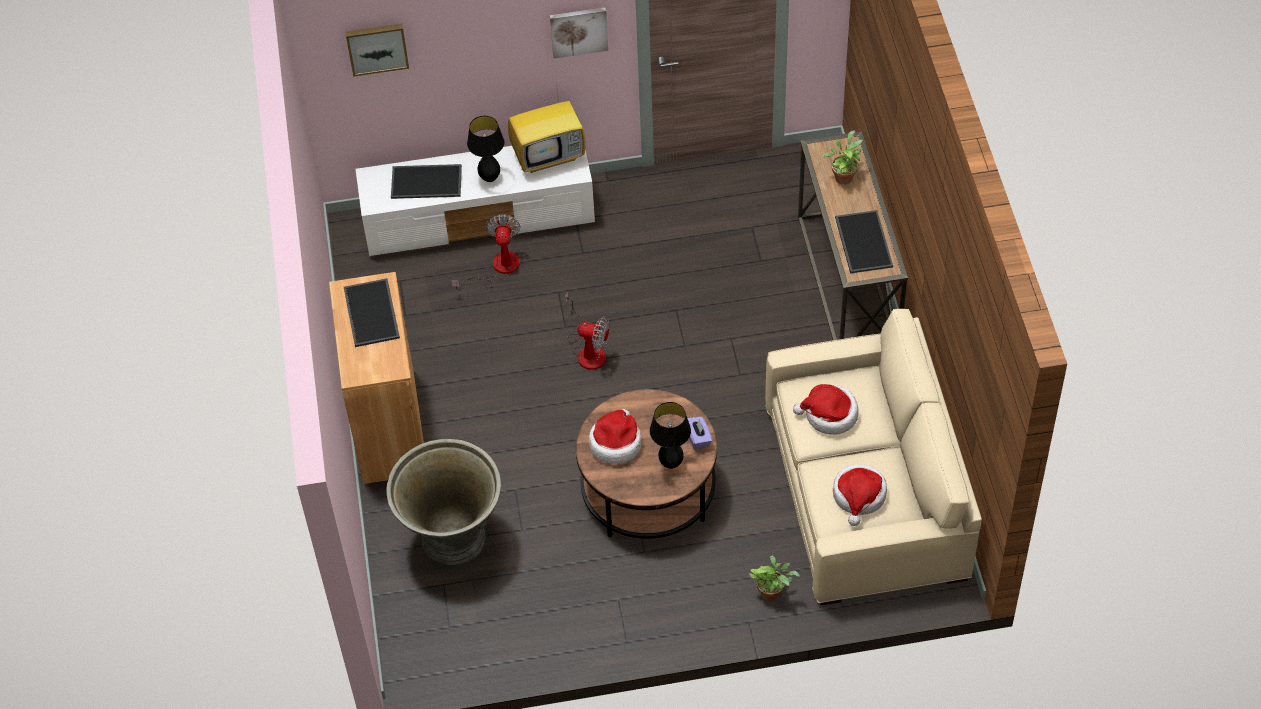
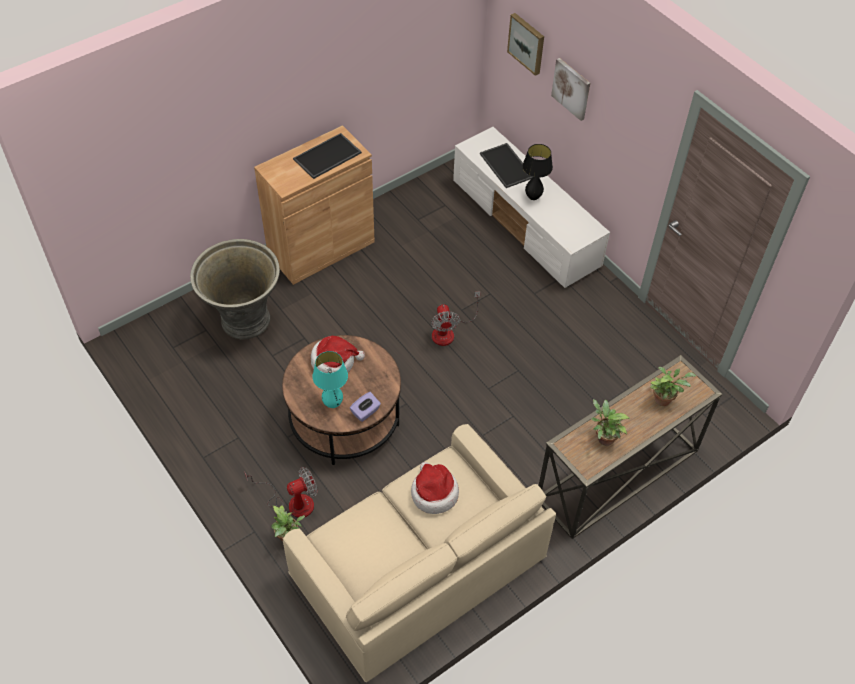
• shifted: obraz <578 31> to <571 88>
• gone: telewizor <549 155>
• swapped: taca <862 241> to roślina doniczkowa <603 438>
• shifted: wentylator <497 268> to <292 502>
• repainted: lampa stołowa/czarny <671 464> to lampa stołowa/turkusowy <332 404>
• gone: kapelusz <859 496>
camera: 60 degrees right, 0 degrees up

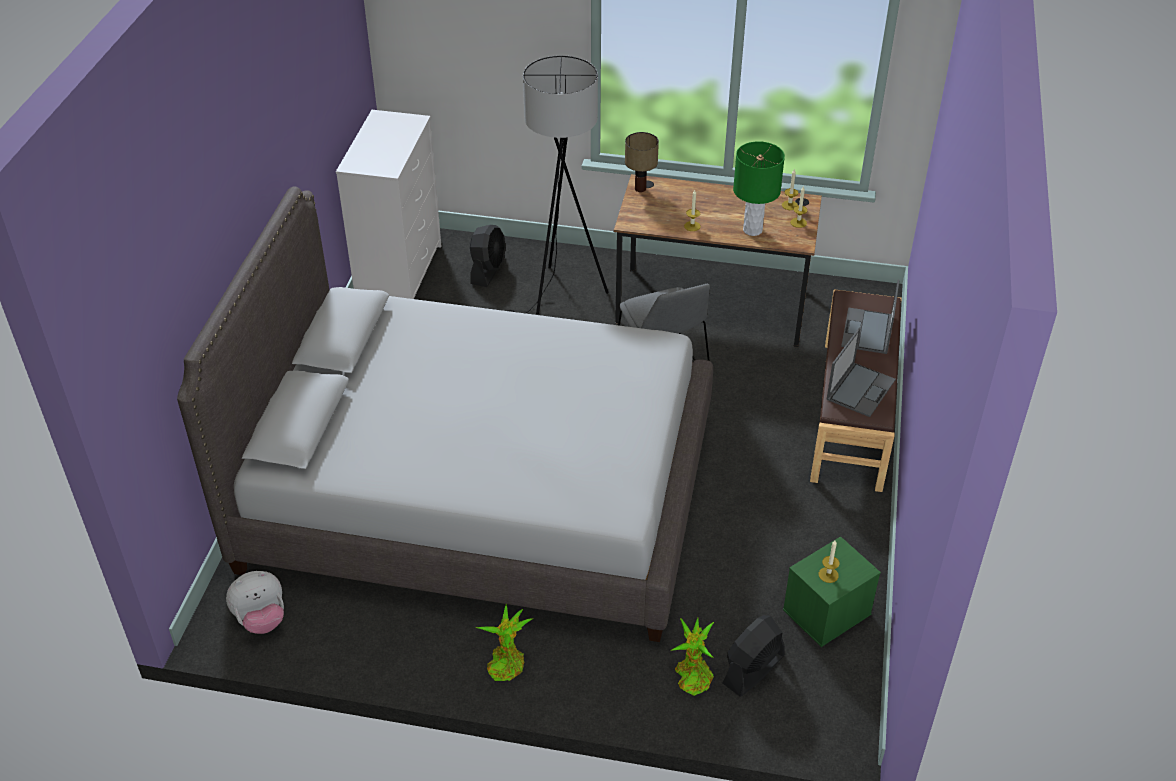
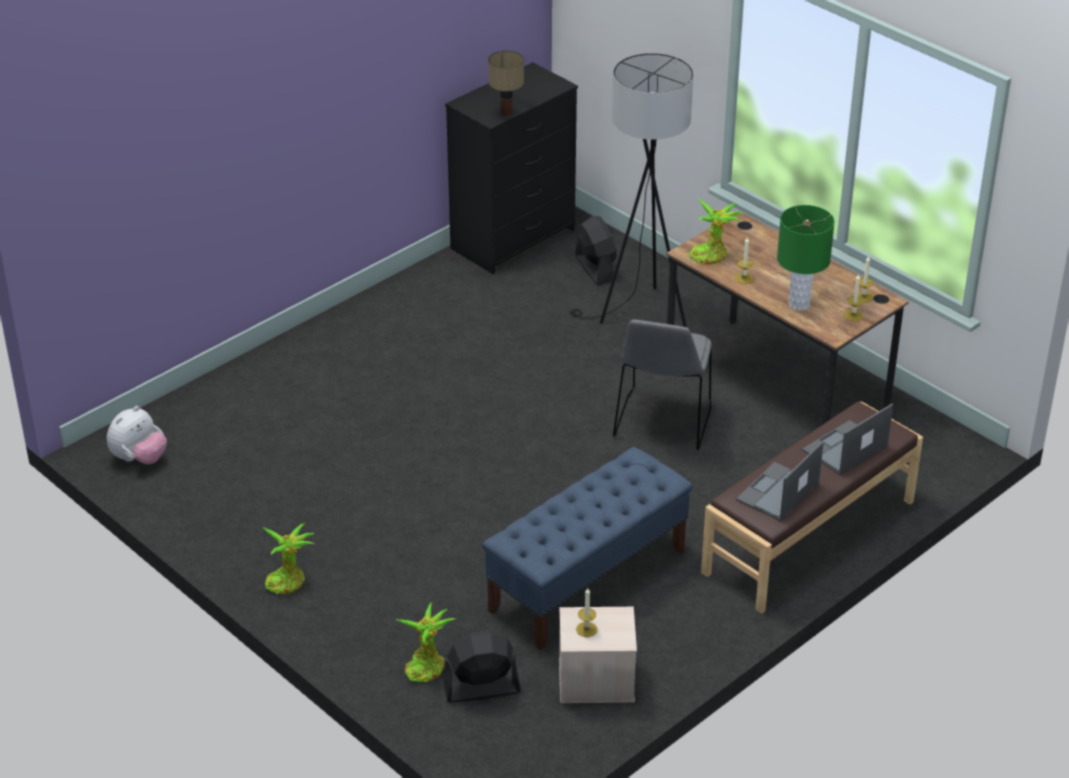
• repainted: komoda/biały <399 273> to komoda/czarny <513 238>
• shifted: lampa stołowa <639 188> to <506 112>
• gone: łóżko/szary <478 493>
• rotated: wentylator/czarny <488 270> = <595 268> 75 degrees counterclockwise
• rotated: laptop <860 389> = <777 493> 150 degrees clockwise
• repainted: pojemnik do przechowywania/zielony <826 613> to pojemnik do przechowywania/beżowy <595 681>
• rotated: pluszak <261 619> = <139 459> 60 degrees counterclockwise
• new: roślina doniczkowa <711 255>
• new: ławka/niebieski <588 580>
camera: 35 degrees right, 5 degrees down

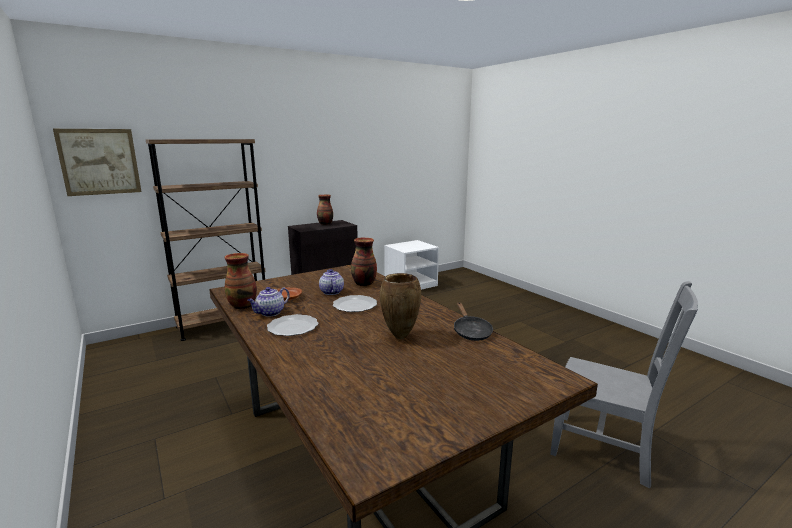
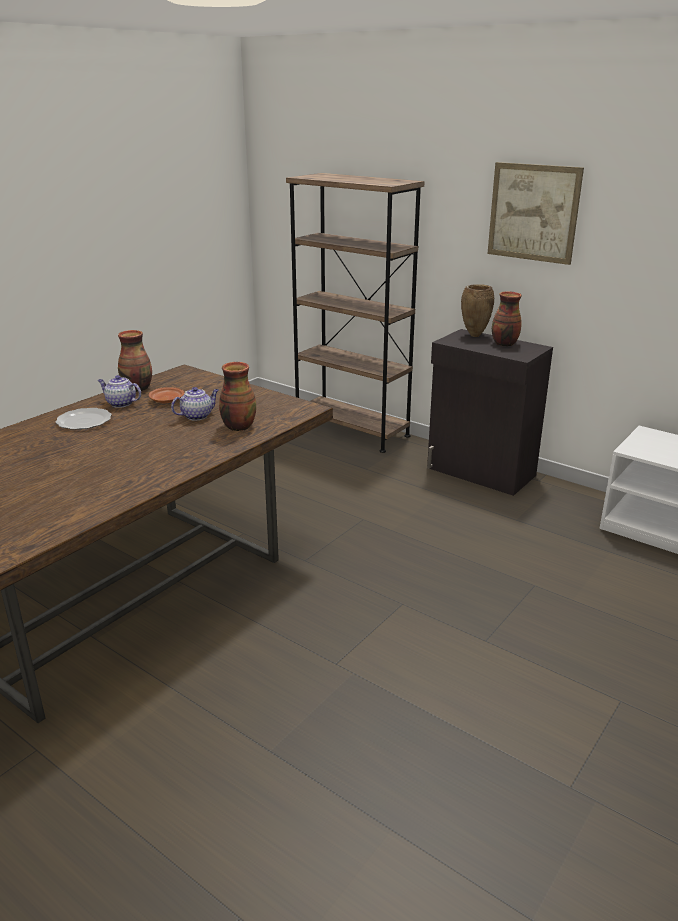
• shifted: obraz <99 162> to <533 212>
• shifted: wazon/brązowy <399 337> to <474 335>
• gone: krzesło/szary <606 449>
• gone: talerz <354 306>
• gone: patelnia/czarny <471 332>
camera: 70 degrees right, 10 degrees up

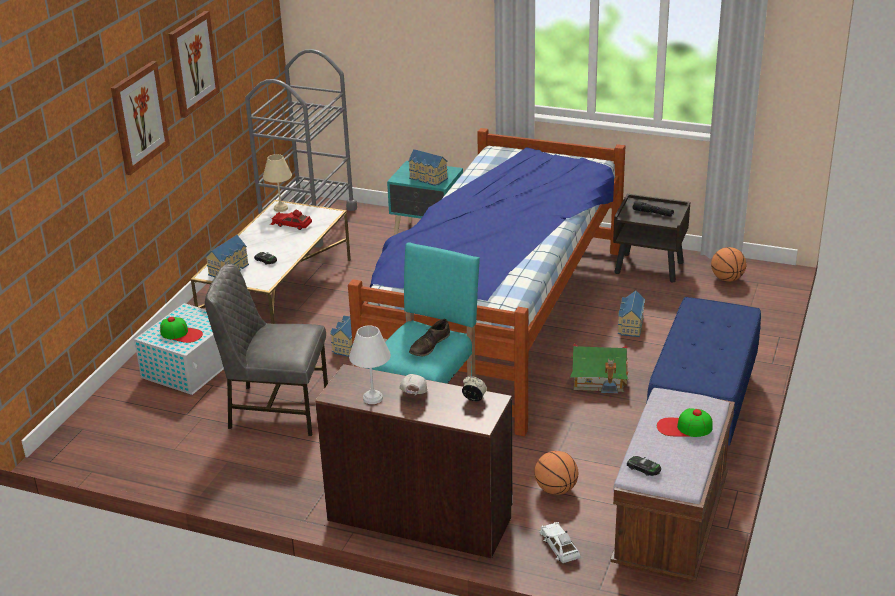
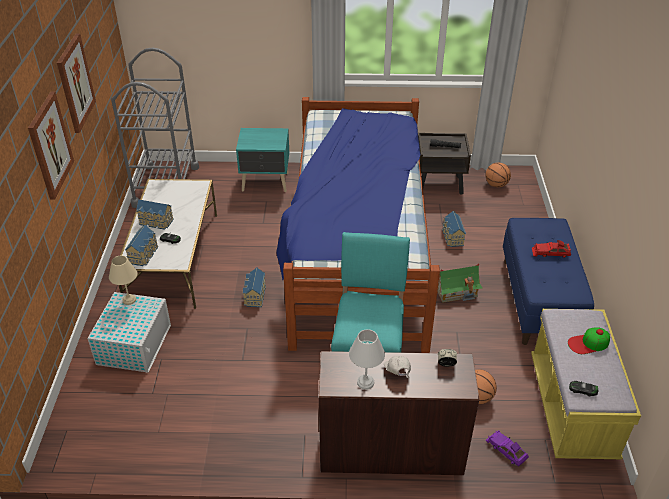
• shifted: domek <427 178> to <156 222>
• shifted: lampa stołowa/beżowy <281 208> to <130 300>
• shifted: samochodzik/czerwony <291 224> to <550 252>
• gone: krzesło/szary <276 409>
• gone: czapka z daszkiem <181 333>
• gone: but/brązowy <429 345>
• repainted: ławka/brązowy <671 524> to ławka/żółty <571 408>
• repainted: samochodzik/biały <559 546> to samochodzik/fioletowy <506 450>
camera: 20 degrees left, 10 degrees up

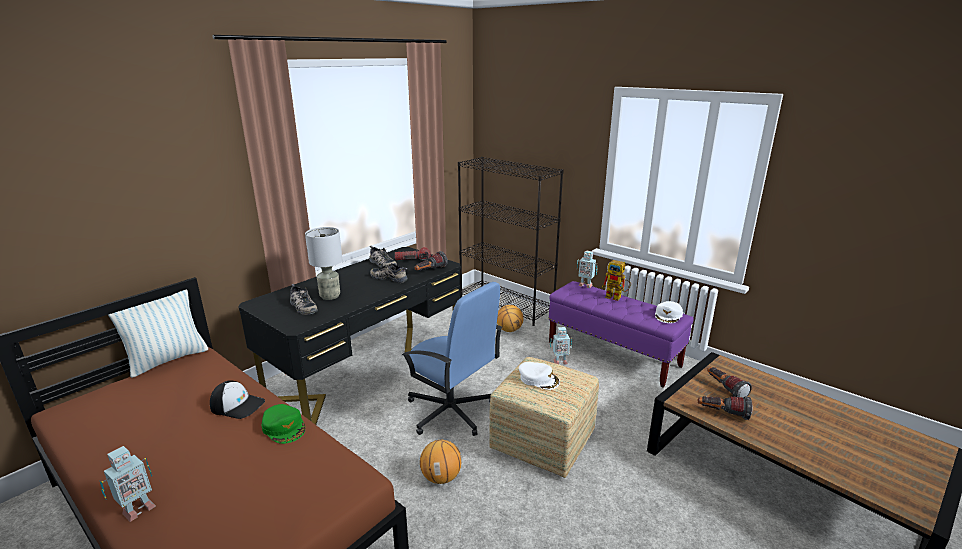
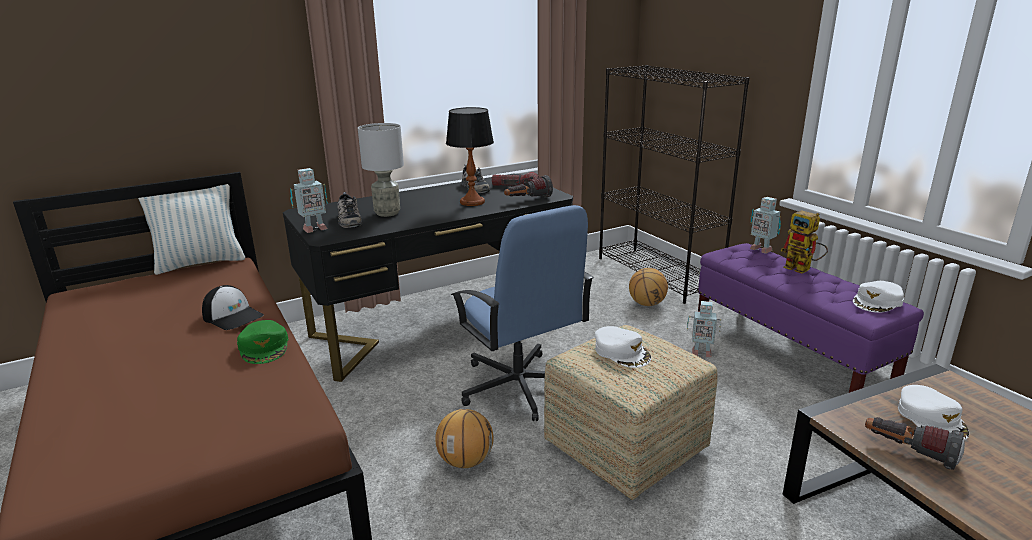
• swapped: but <390 278> to lampa stołowa <472 202>
• swapped: latarka <724 389> to czapka z daszkiem/biały <931 419>
• shifted: robot zabawkowy <137 510> to <313 229>
camera: 20 degrees right, 0 degrees up

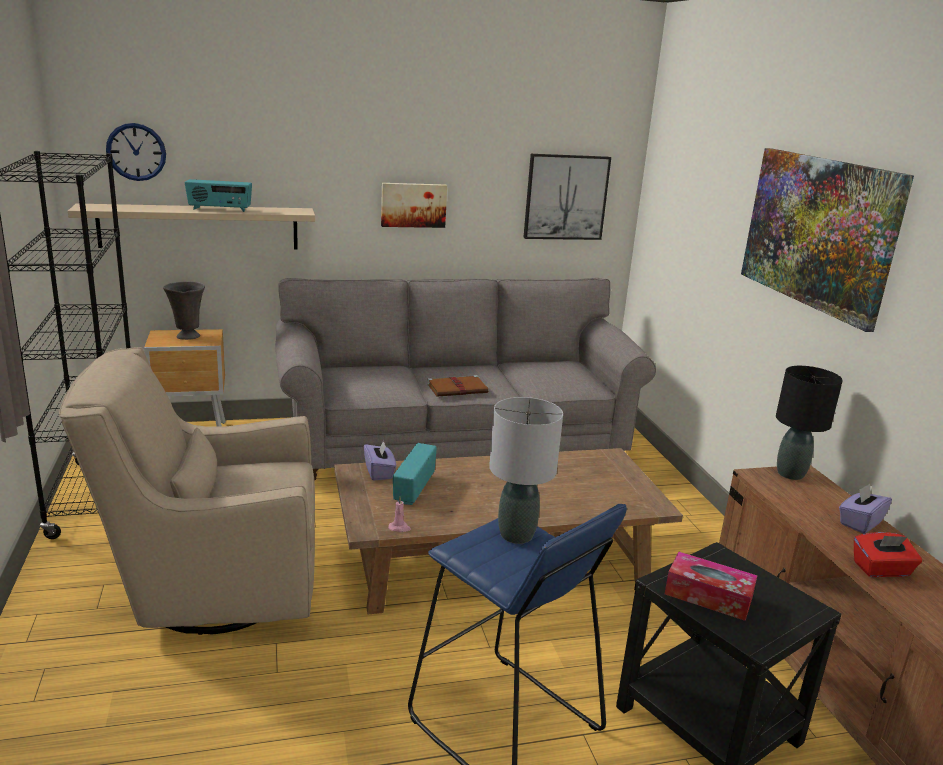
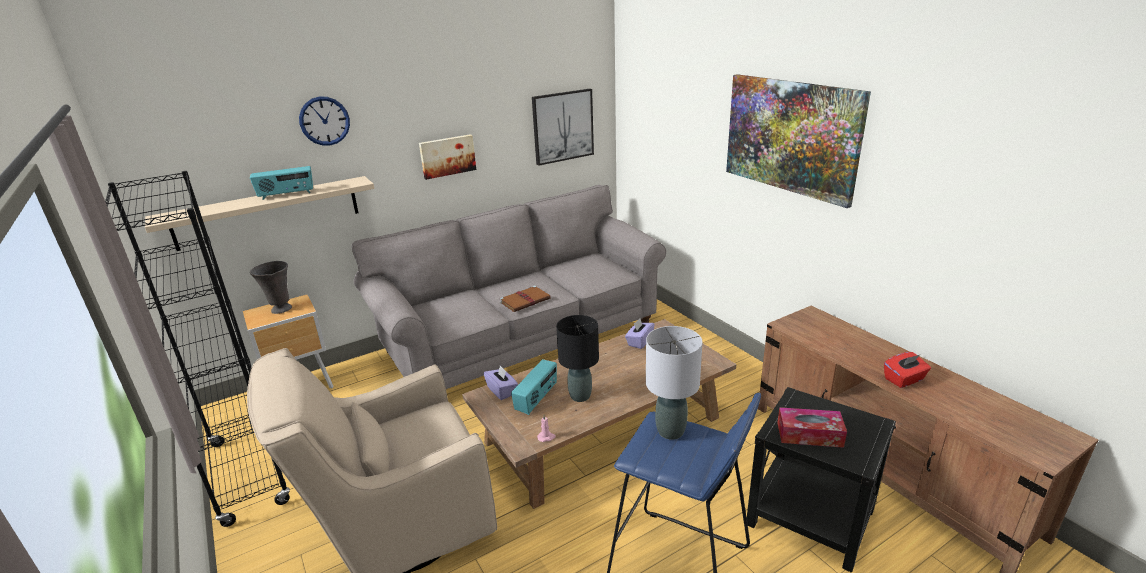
• shifted: zegar ścienny <136 152> to <324 121>
• shifted: lampa stołowa/czarny <791 474> to <580 396>
• rotated: radio <413 489> = <537 399> 150 degrees counterclockwise
• shifted: pudełko chusteczek/fioletowy <860 523> to <639 341>
camera: 15 degrees left, 5 degrees up

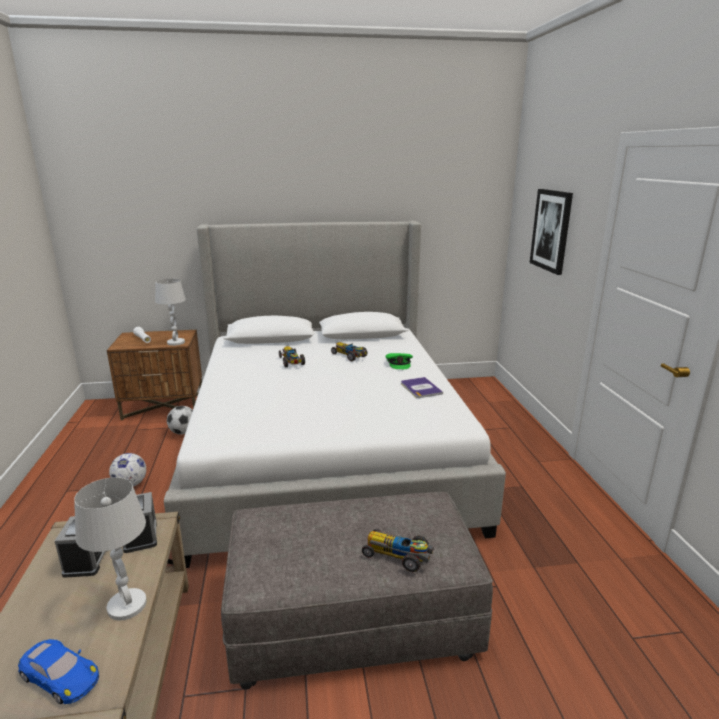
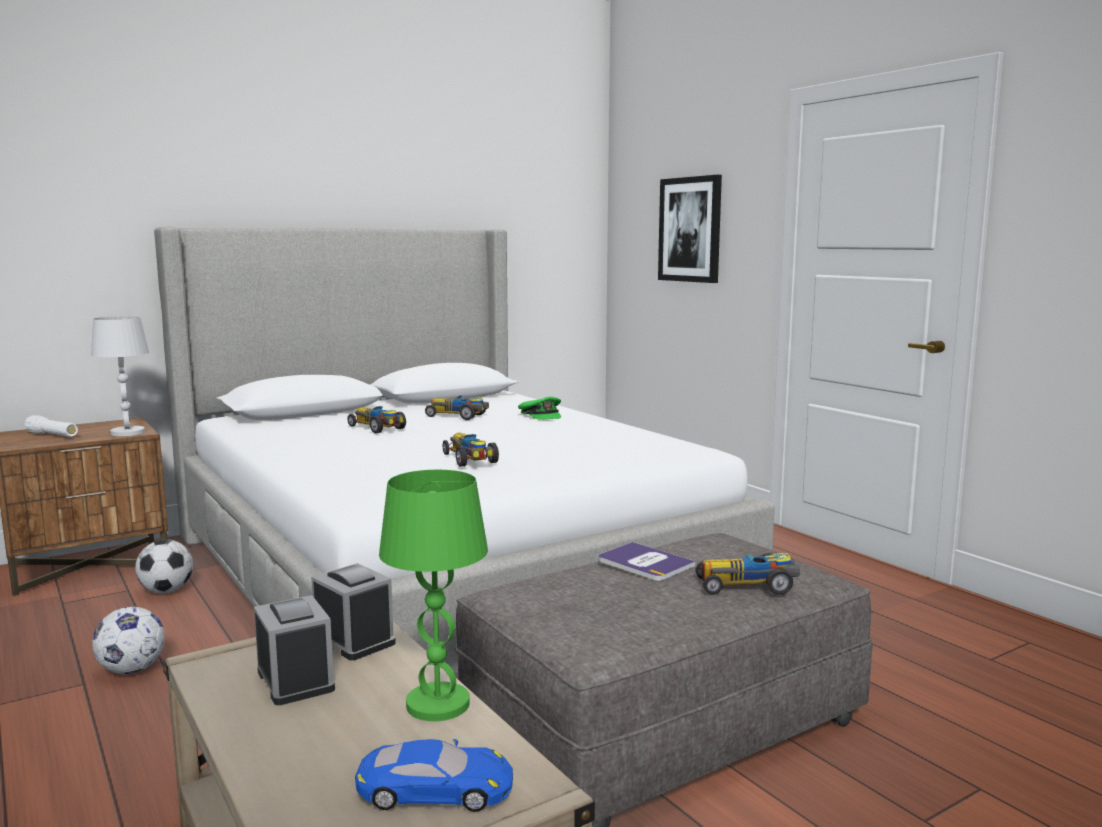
• shifted: książka <420 388> to <644 563>
• repainted: lampa stołowa/biały <126 605> to lampa stołowa/zielony <437 704>
• new: samochodzik <470 460>
camera: 25 degrees left, 10 degrees down

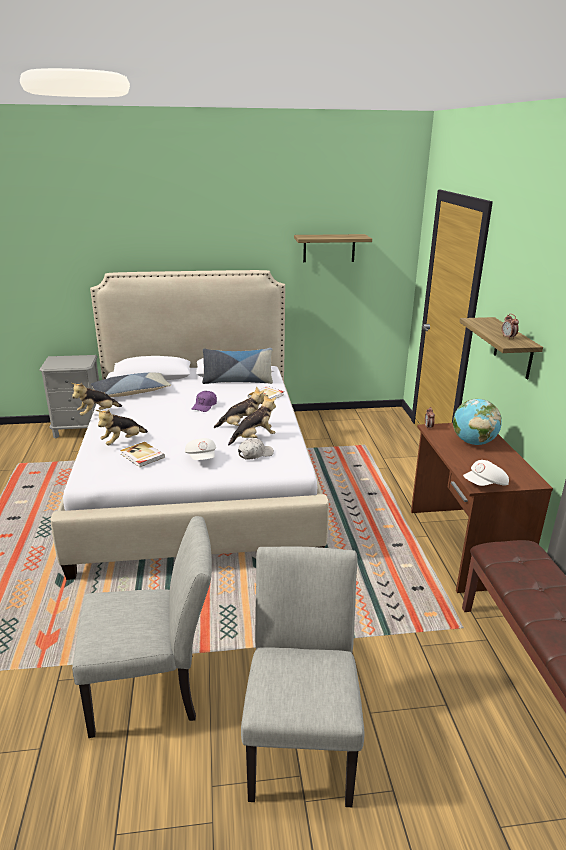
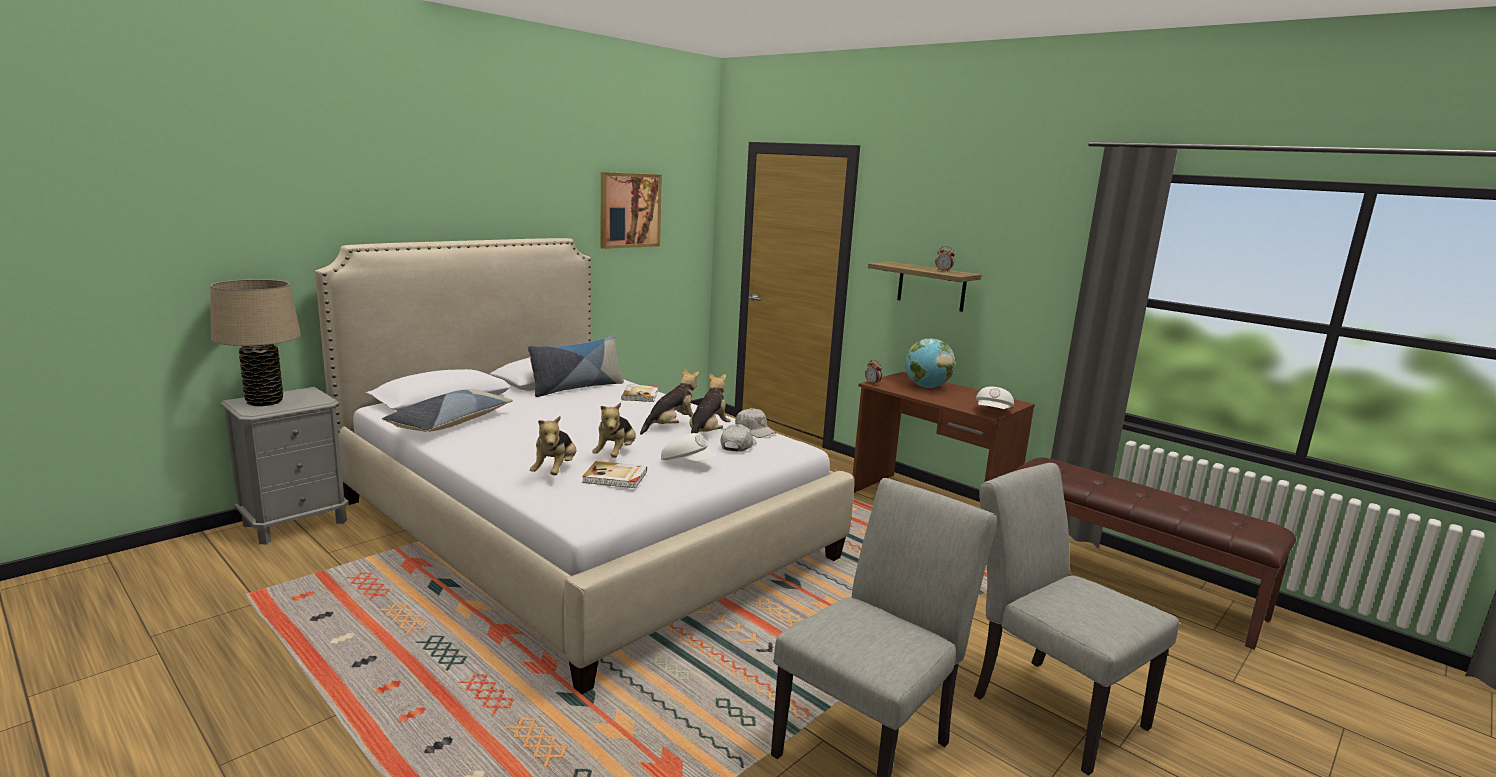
• swapped: półka <329 248> to obraz <630 210>
• shifted: pluszak <97 413> to <616 454>
• gone: czapka z daszkiem/fioletowy <205 406>
• new: lampa stołowa/beżowy <264 402>
• new: czapka z daszkiem/biały <754 430>
camera: 40 degrees left, 10 degrees down

